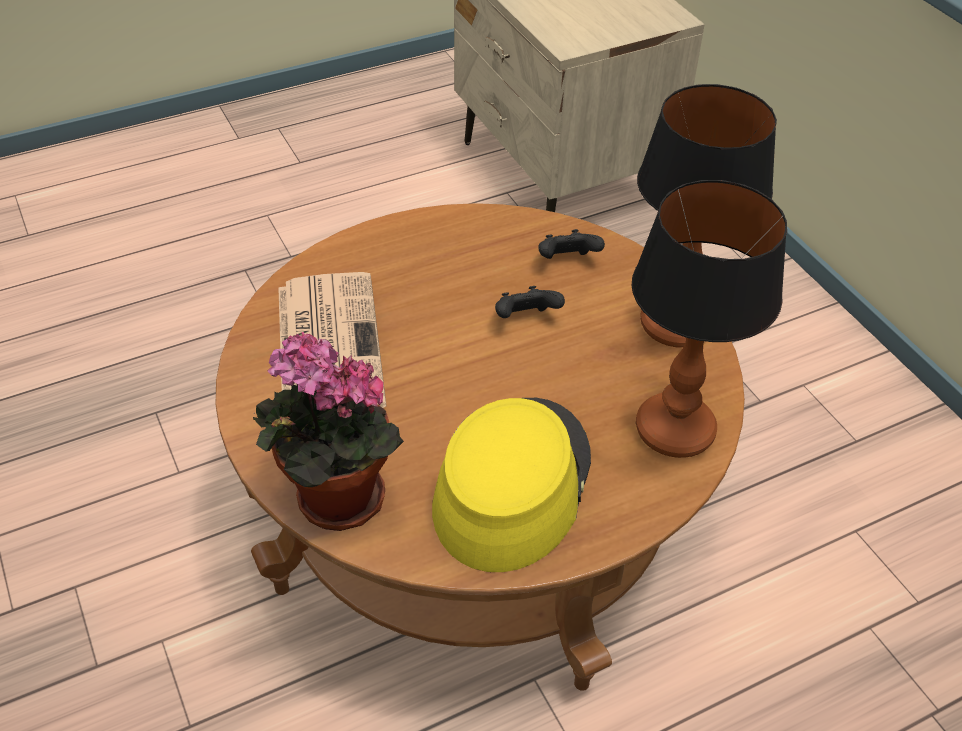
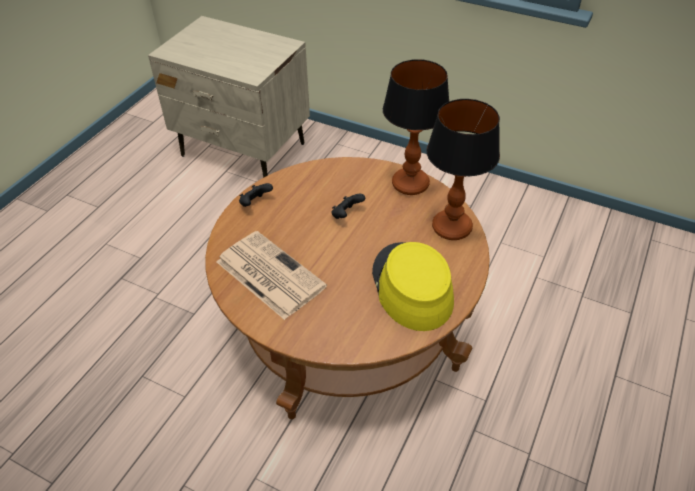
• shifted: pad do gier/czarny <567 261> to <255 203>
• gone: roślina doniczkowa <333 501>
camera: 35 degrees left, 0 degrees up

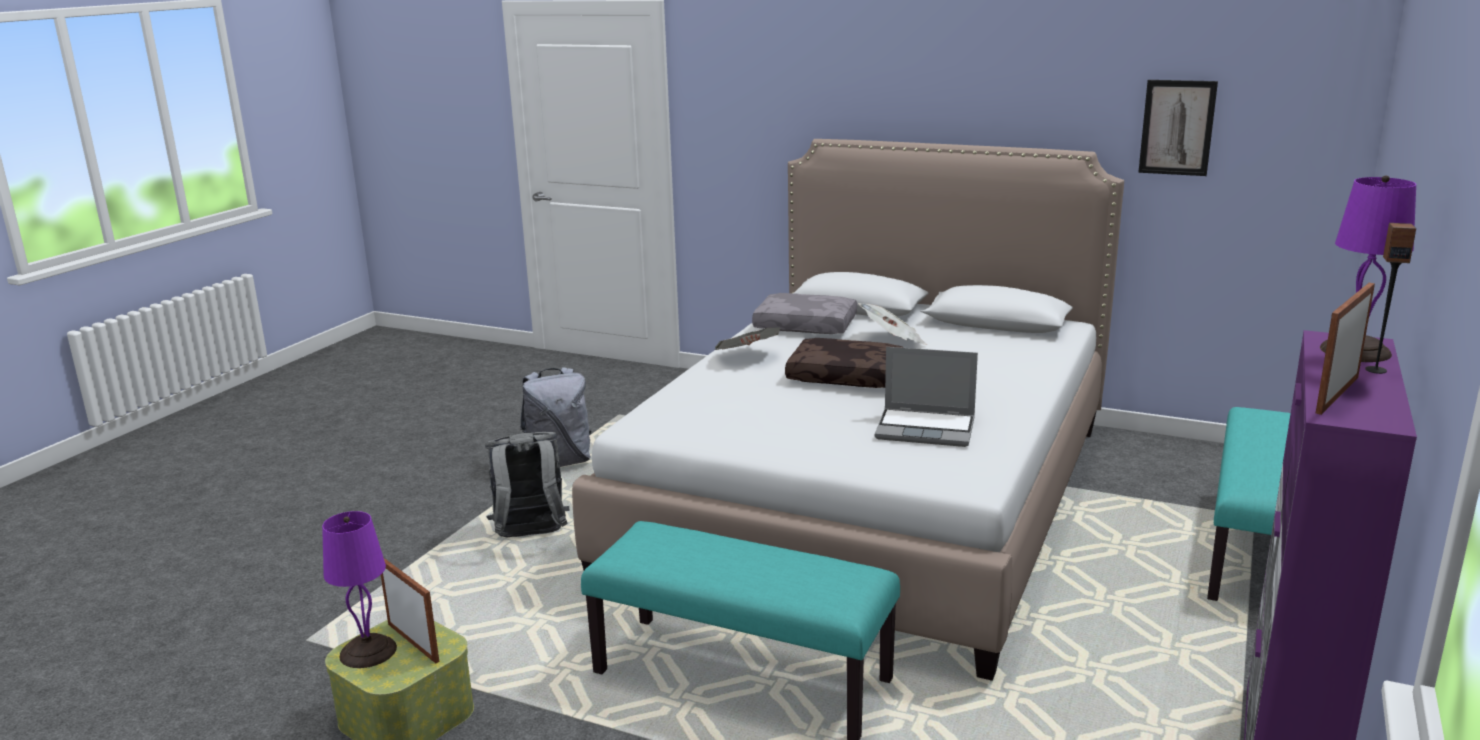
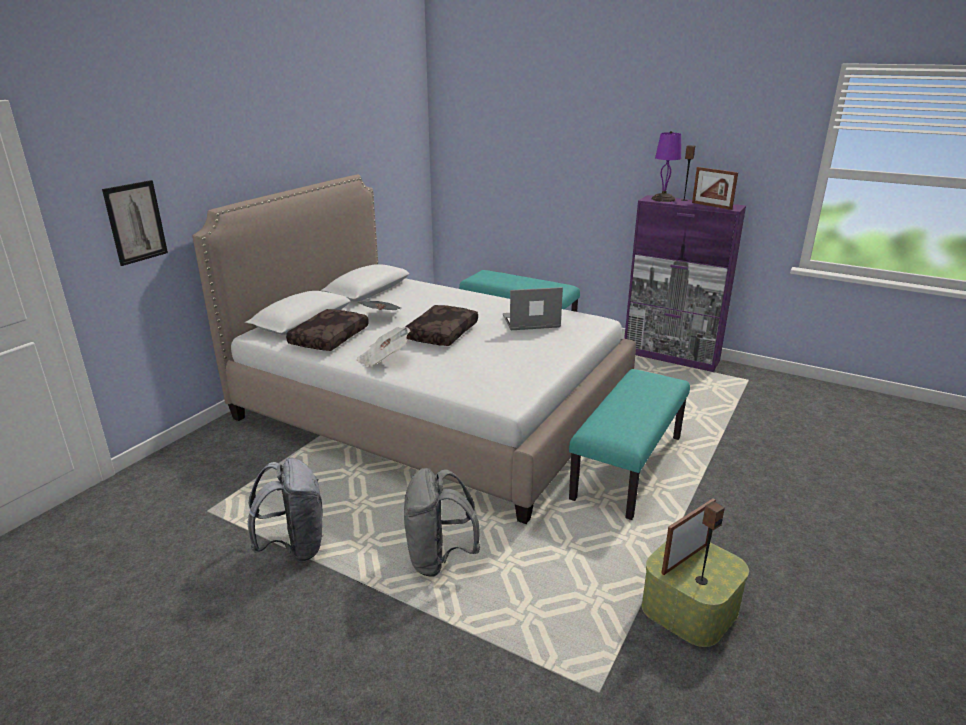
• shifted: obraz <1177 127> to <136 222>
• repainted: poduszka/szary <806 325> to poduszka/brązowy <329 338>
• rotated: laptop <927 429> = <530 322> 120 degrees counterclockwise
• swapped: lampa stołowa/fioletowy <369 651> to głośnik <701 580>
camera: 85 degrees left, 5 degrees up

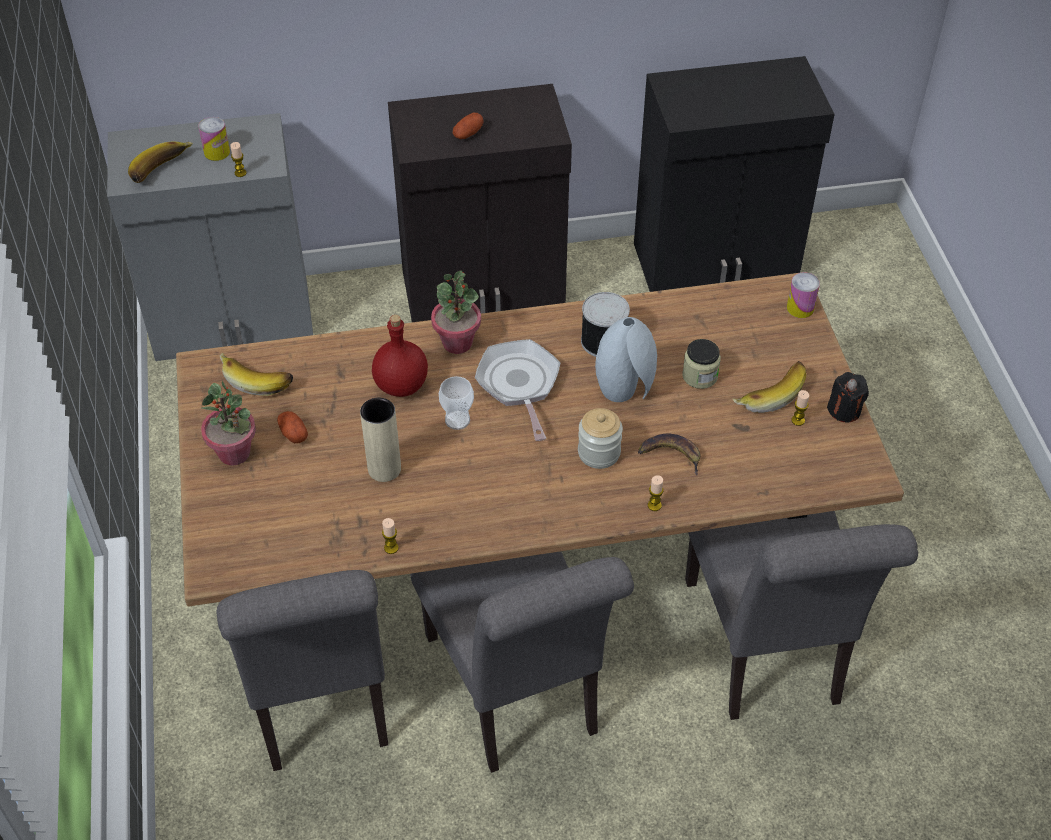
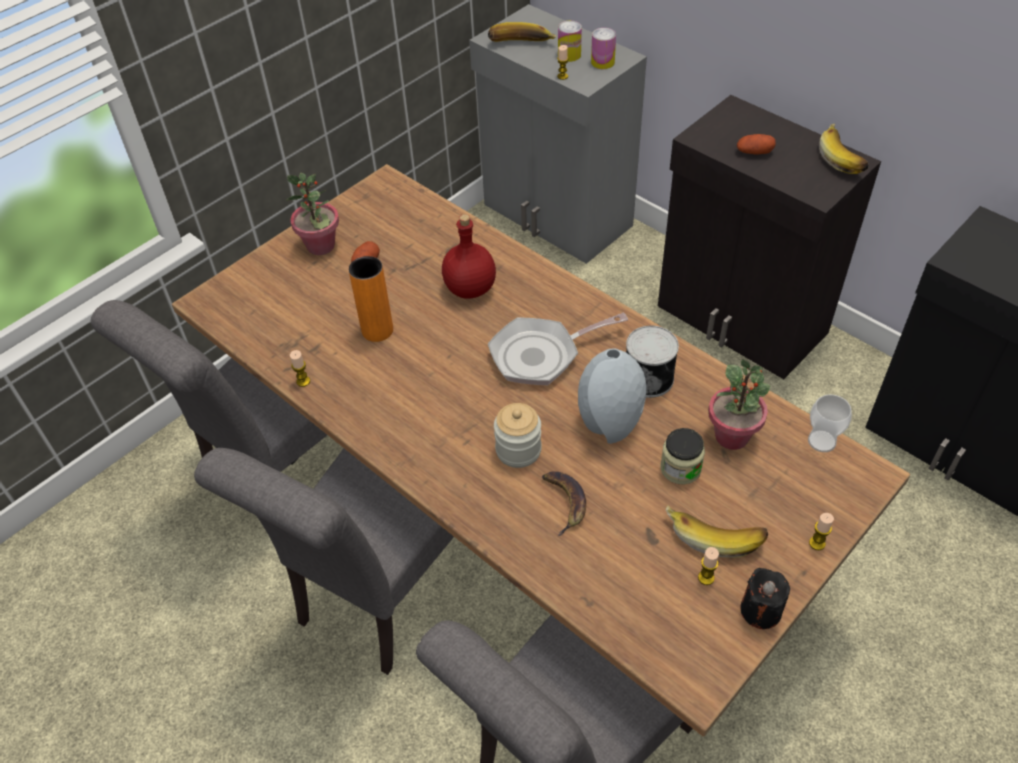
• shifted: roślina doniczkowa <457 343> to <732 436>
• shifted: puszka <800 308> to <602 62>
• rotated: patelnia <519 385> = <541 355> 150 degrees counterclockwise
• shifted: banan <258 379> to <844 158>
• shifted: filiżanka <457 420> to <821 441>
• repainted: wazon/beżowy <384 469> to wazon/pomarańczowy <377 330>
• shifted: świeca <654 505> to <817 543>
camera: 55 degrees right, 0 degrees up

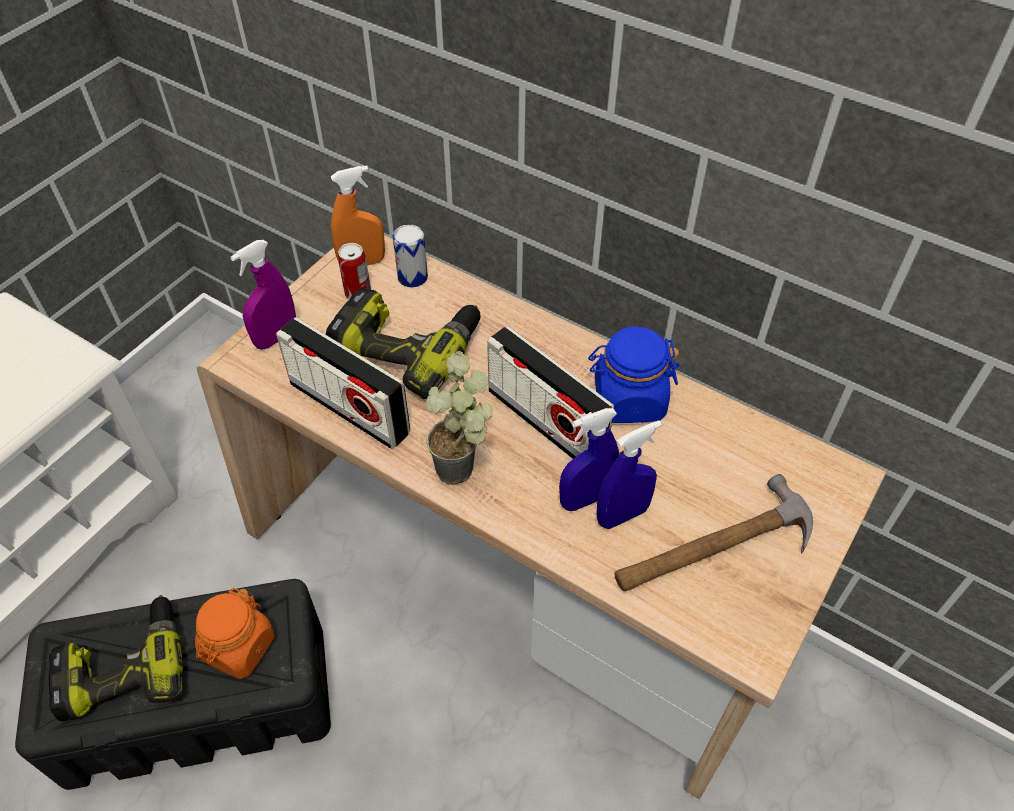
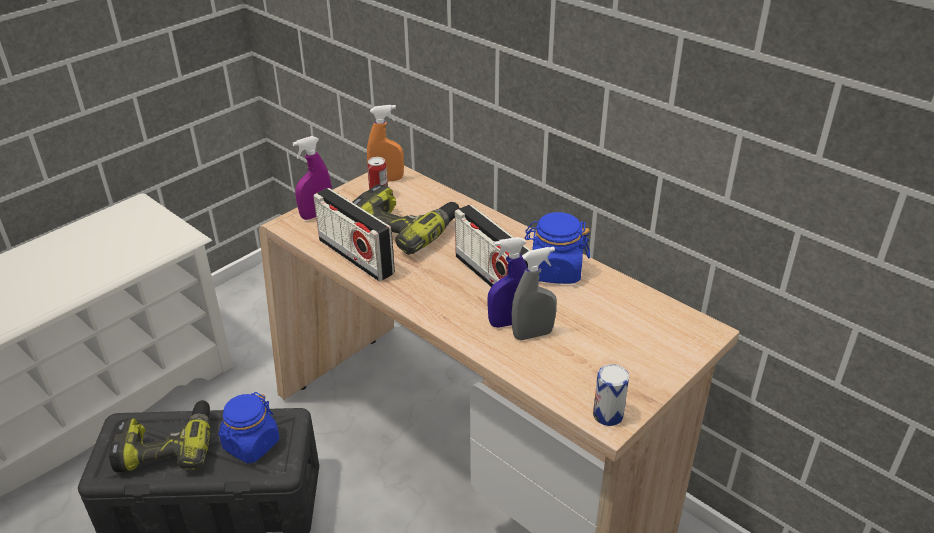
• shifted: puszka <412 277> to <608 415>
• gone: roślina doniczkowa <465 473>
• repainted: spryskiwacz/niebieski <622 515> to spryskiwacz/szary <533 334>
• gone: młotek <712 548>
• repainted: słoik/pomarańczowy <239 647> to słoik/niebieski <251 445>
camera: 10 degrees right, 15 degrees down

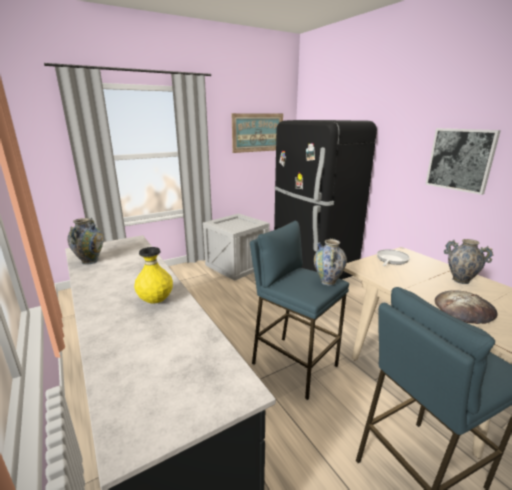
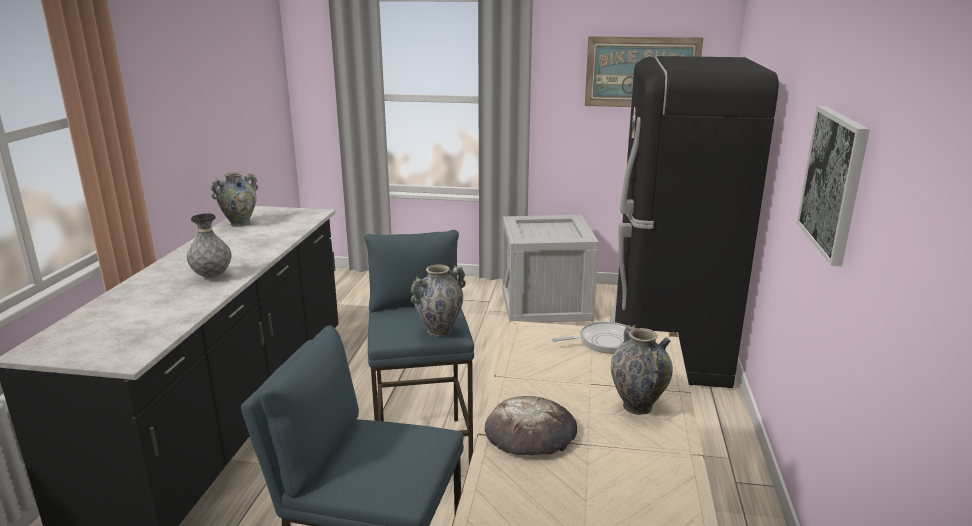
• repainted: wazon/żółty <156 301> to wazon/szary <212 276>
camera: 40 degrees right, 0 degrees up

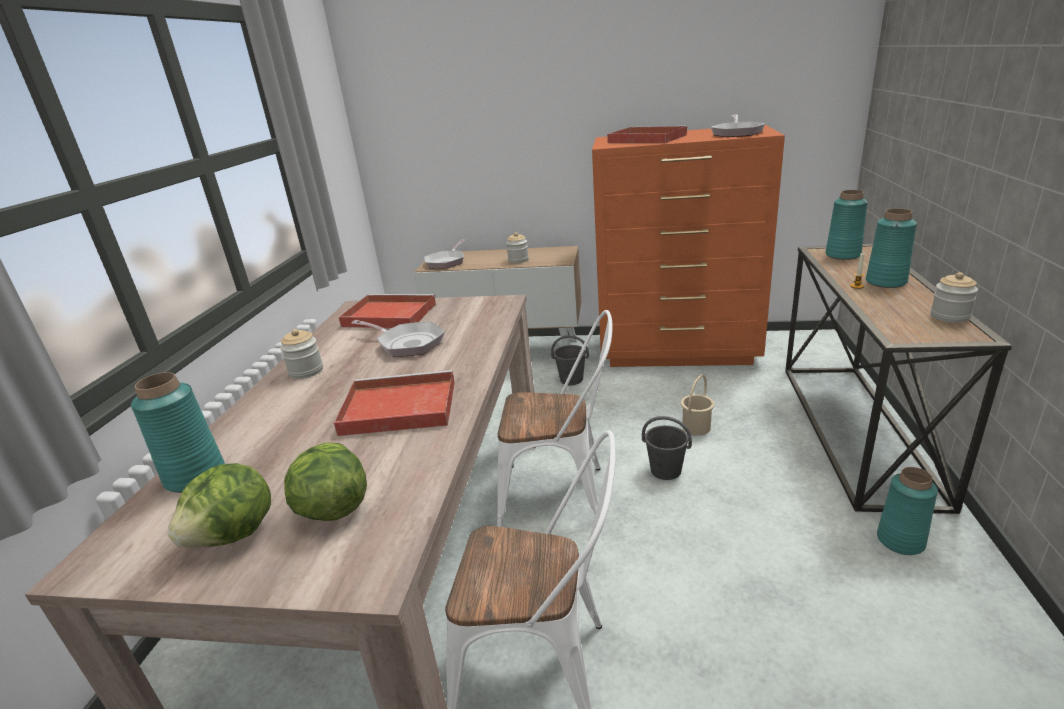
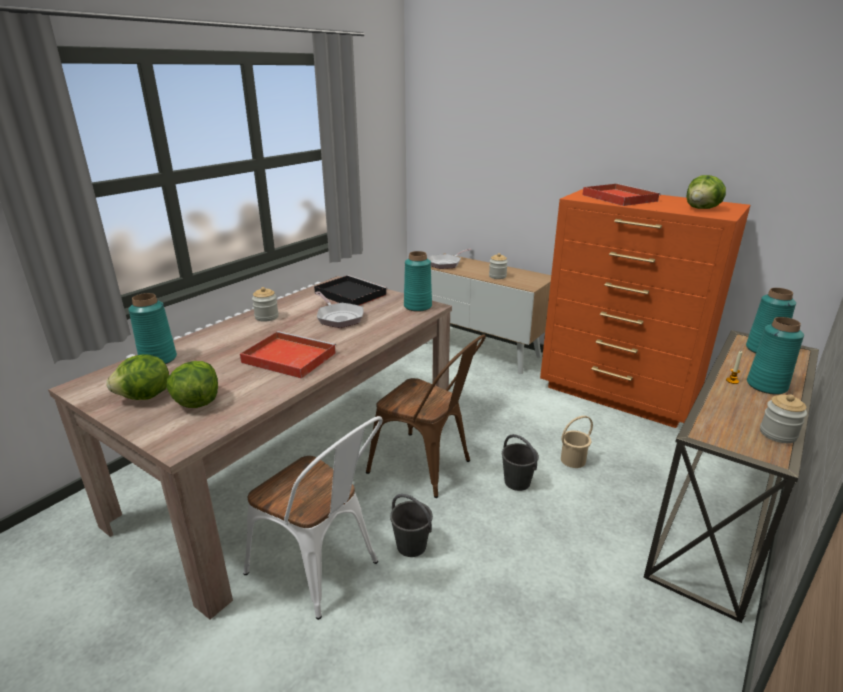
• swapped: patelnia <736 133> to sałata <702 209>
• repainted: taca/czerwony <388 315> to taca/czarny <349 294>
• repainted: krzesło/biały <562 494> to krzesło/brązowy <427 467>
• shifted: wiadro/szary <572 379> to <412 546>
• shifted: wazon/turkusowy <900 541> to <417 306>
camera: 25 degrees right, 0 degrees up

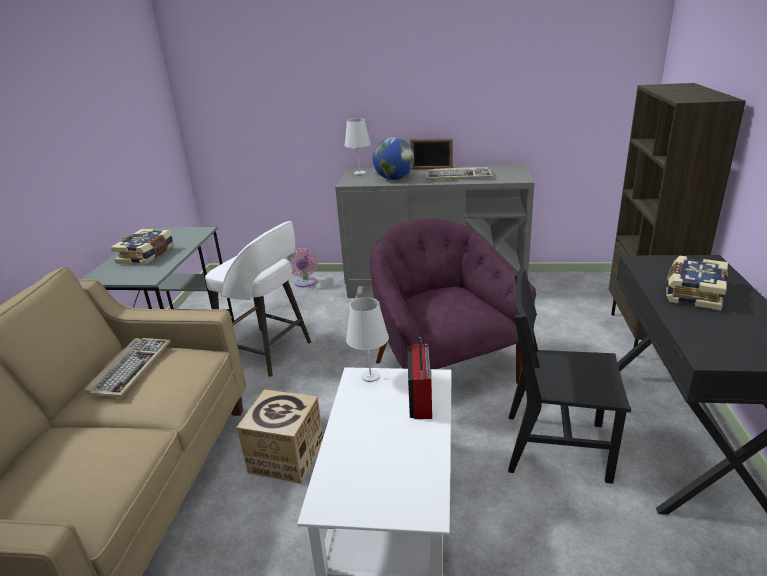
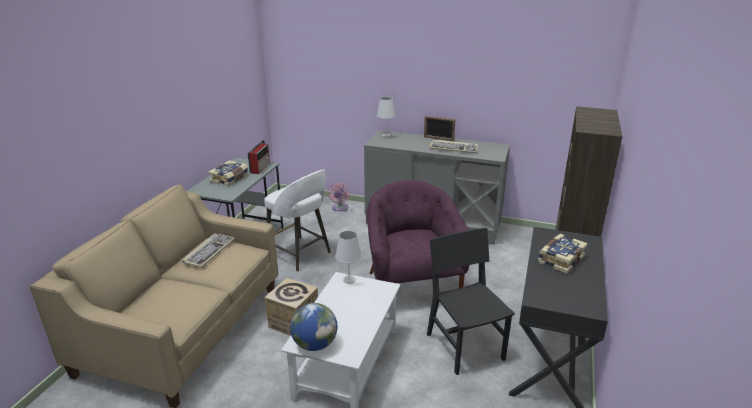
• shifted: globus <394 179> to <314 345>
• rotated: krzesło/czarny <556 447> = <465 346> 45 degrees clockwise
• shifted: radio <420 398> to <260 168>
camera: 10 degrees right, 0 degrees up

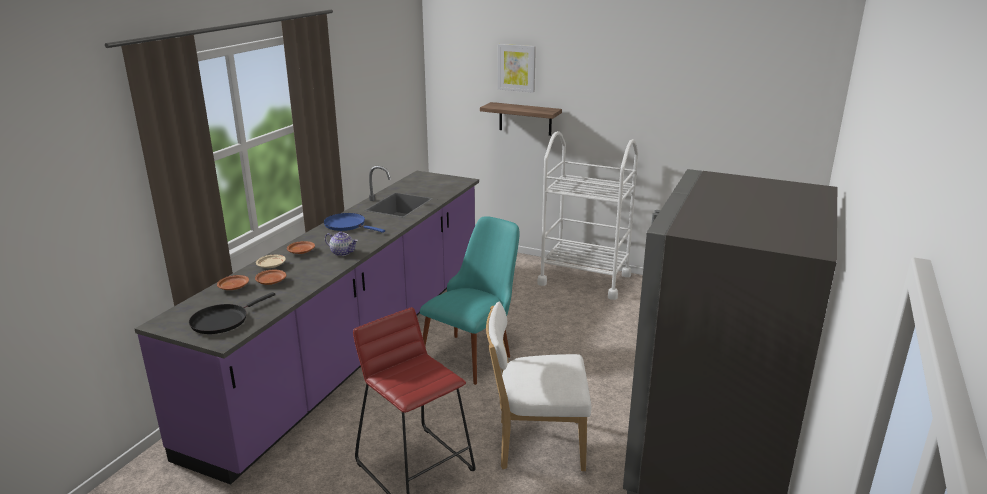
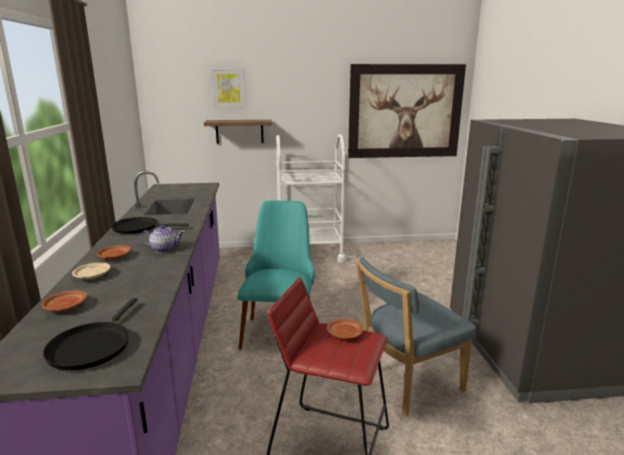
• repainted: patelnia/niebieski <347 225> to patelnia/czarny <139 228>
• shifted: talerz/brązowy <271 281> to <344 334>
• repainted: krzesło/biały <535 444> to krzesło/niebieski <407 384>
• new: obraz <405 111>
camera: 30 degrees left, 5 degrees down

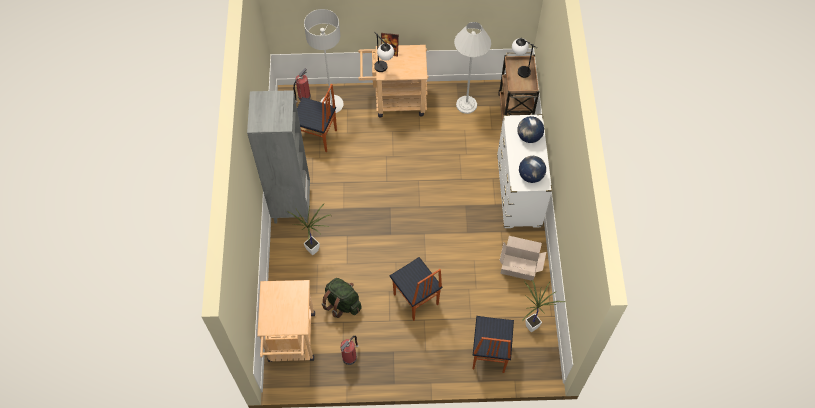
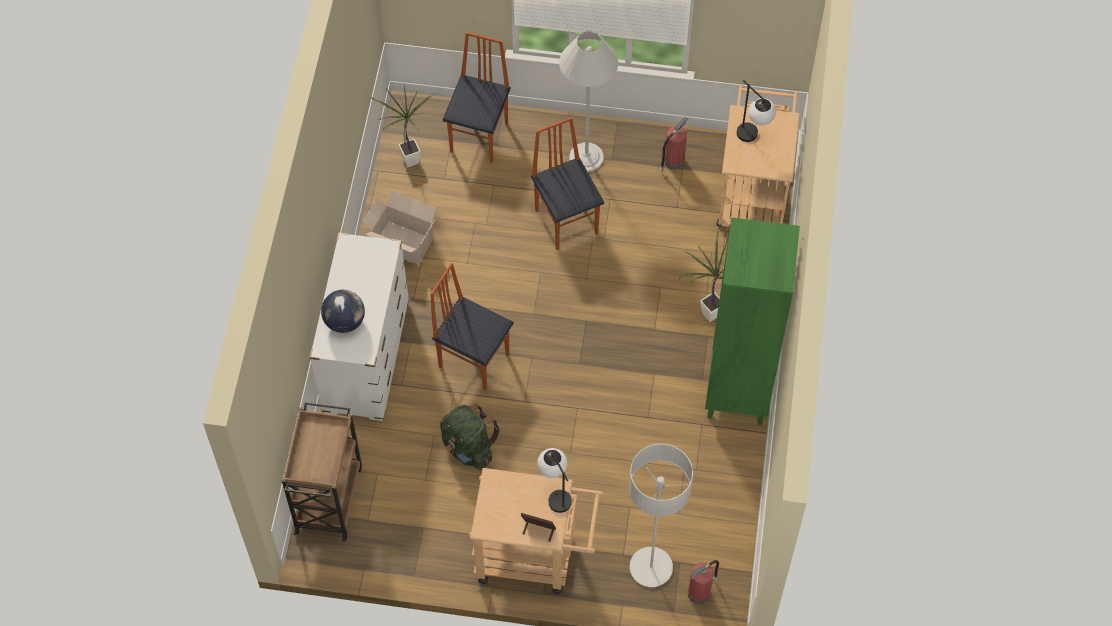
• shifted: lampa stojąca/biały <466 105> to <586 157>
• shifted: lampa stołowa <519 69> to <753 138>
• shifted: krzesło <317 137> to <474 359>
• repainted: regał/szary <291 204> to regał/zielony <738 392>
• gone: globus <531 176>
• shifted: plecak/zielony <342 303> to <468 447>
camera: 170 degrees left, 0 degrees up

